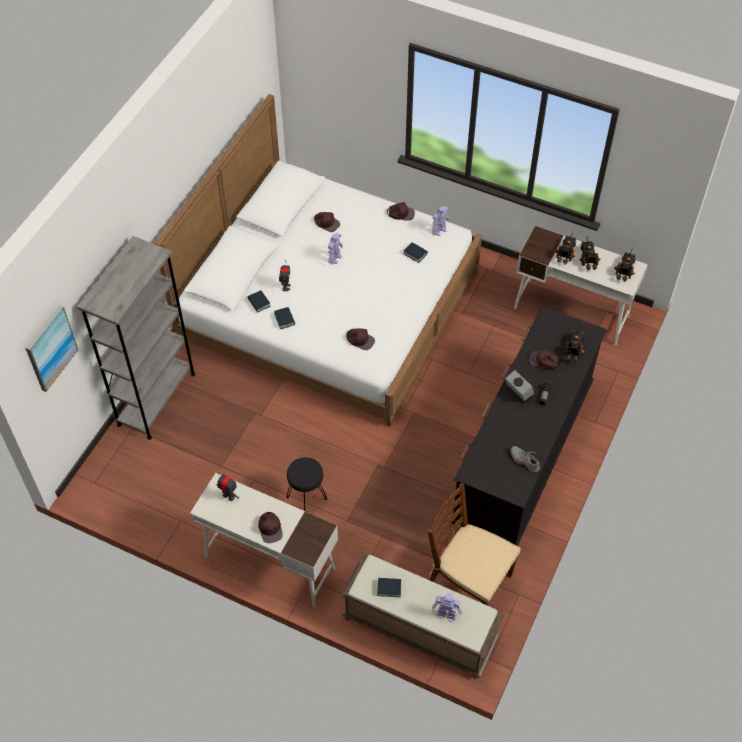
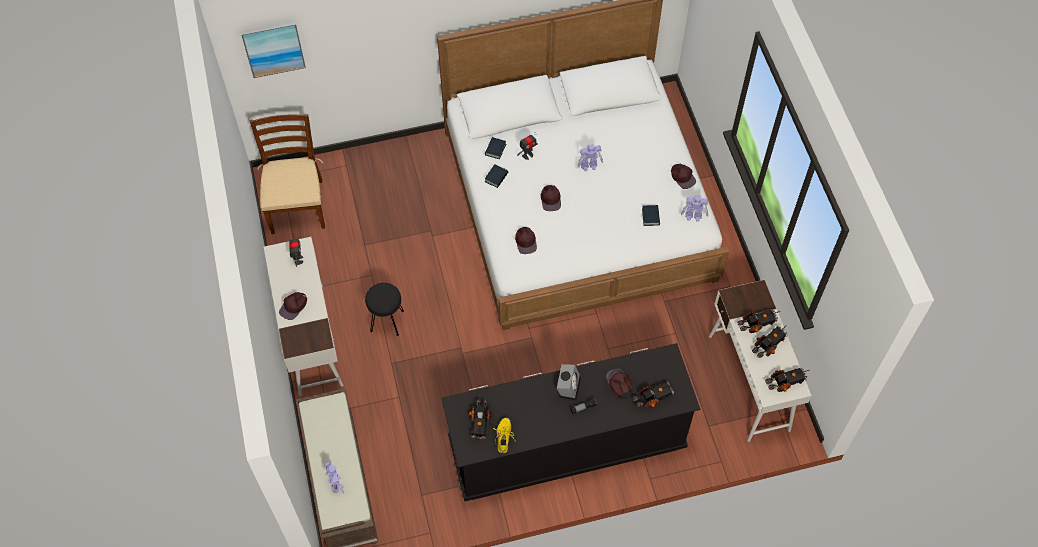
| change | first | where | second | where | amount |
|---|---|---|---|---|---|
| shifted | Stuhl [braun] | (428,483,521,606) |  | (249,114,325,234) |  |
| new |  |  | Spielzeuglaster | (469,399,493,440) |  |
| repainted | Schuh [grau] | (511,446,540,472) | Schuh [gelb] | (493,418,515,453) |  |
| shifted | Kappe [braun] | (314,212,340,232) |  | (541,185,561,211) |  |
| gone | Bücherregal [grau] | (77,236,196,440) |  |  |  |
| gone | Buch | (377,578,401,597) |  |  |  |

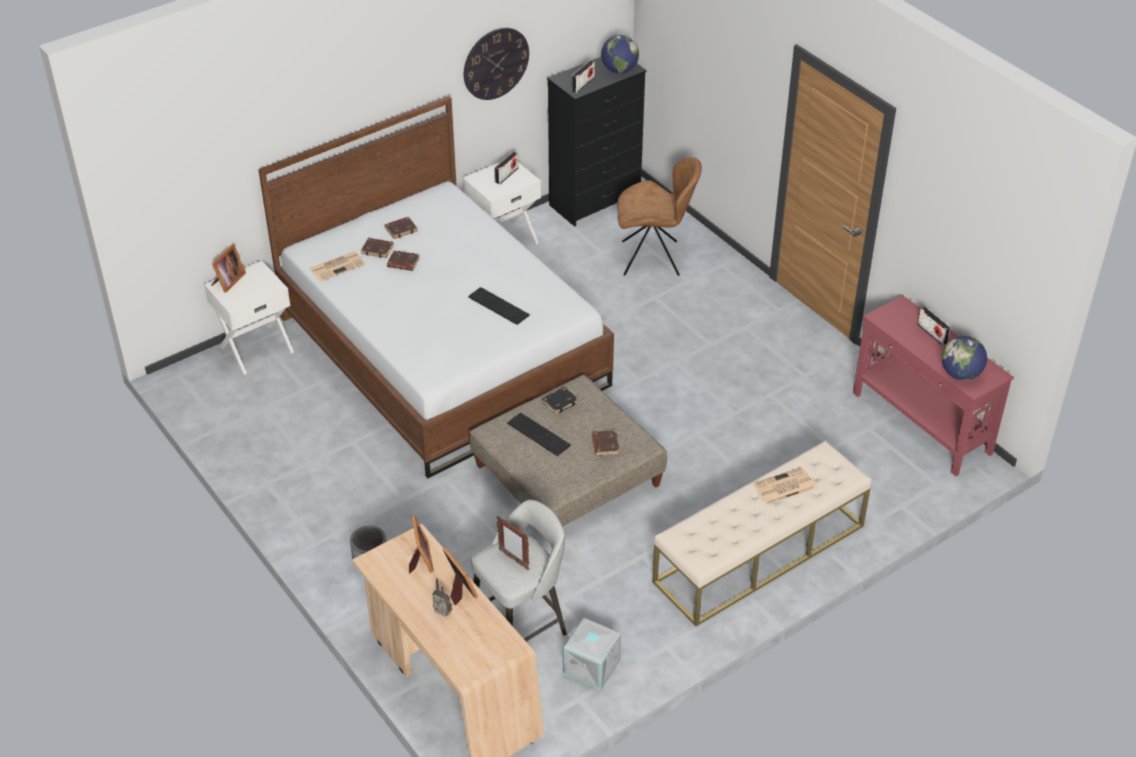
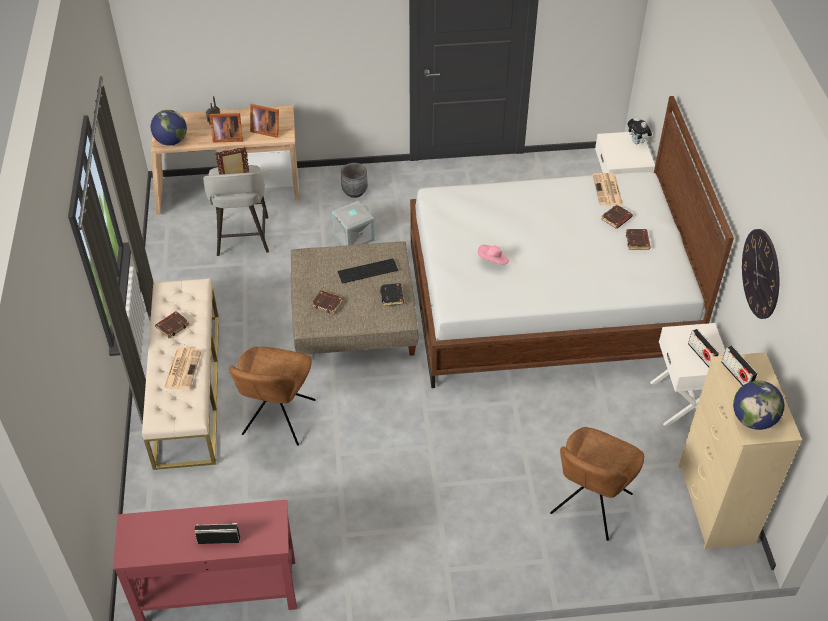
| change | first | where | second | where | amount |
|---|---|---|---|---|---|
| shifted | Globus | (942,336,987,380) |  | (151,110,187,145) |  |
| shifted | Buch [braun] | (387,250,420,271) |  | (155,311,190,339) |  |
| new |  |  | Stuhl [braun] | (229,347,316,446) |  |
| shifted | Aufbewahrungsbox [grau] | (563,617,621,690) |  | (332,201,375,246) |  |
| swapped | Tastatur | (468,287,530,325) | Hut [rosa] | (478,245,509,264) |  |
| swapped | Bilderrahmen | (211,244,246,292) | Plüschtier | (627,116,652,144) |  |
| repainted | Kommode [schwarz] | (547,57,647,227) | Kommode [beige] | (678,352,802,549) |  |

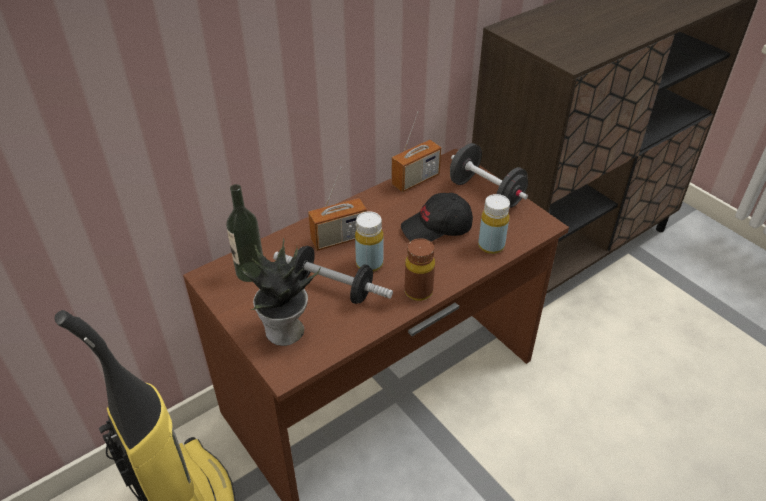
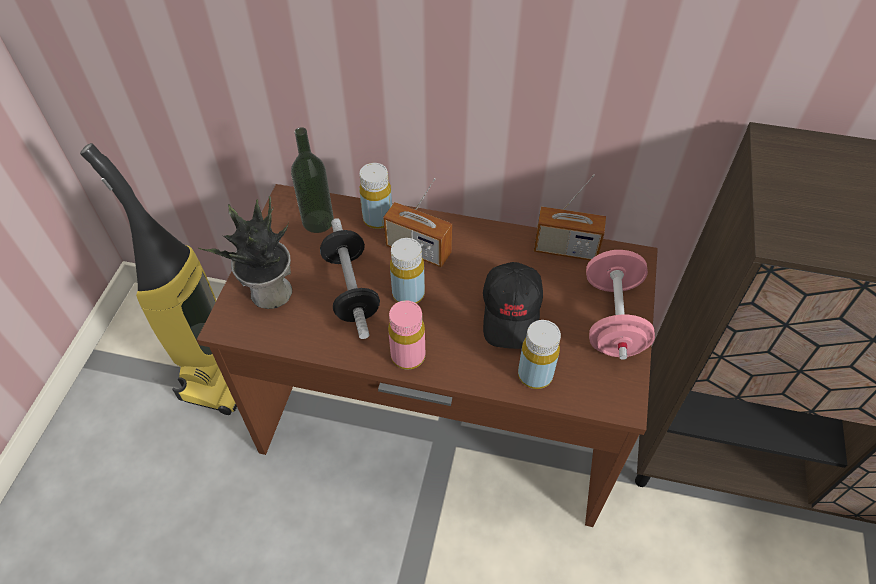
| change | first | where | second | where | amount |
|---|---|---|---|---|---|
| new |  |  | Flasche [gelb] | (359,163,392,229) |  |
| repainted | Flasche [braun] | (405,238,435,301) | Flasche [rosa] | (388,301,425,369) |  |
| rotated | Kappe [schwarz] | (401,193,473,242) |  | (483,262,543,349) | 120 degrees counterclockwise |
| repainted | Hantel [schwarz] | (450,143,528,209) | Hantel [rosa] | (586,250,655,360) |  |

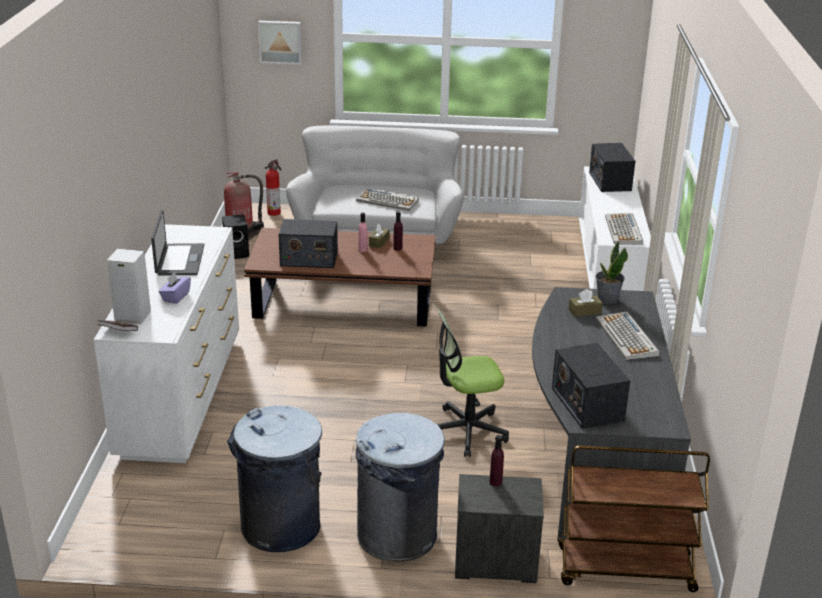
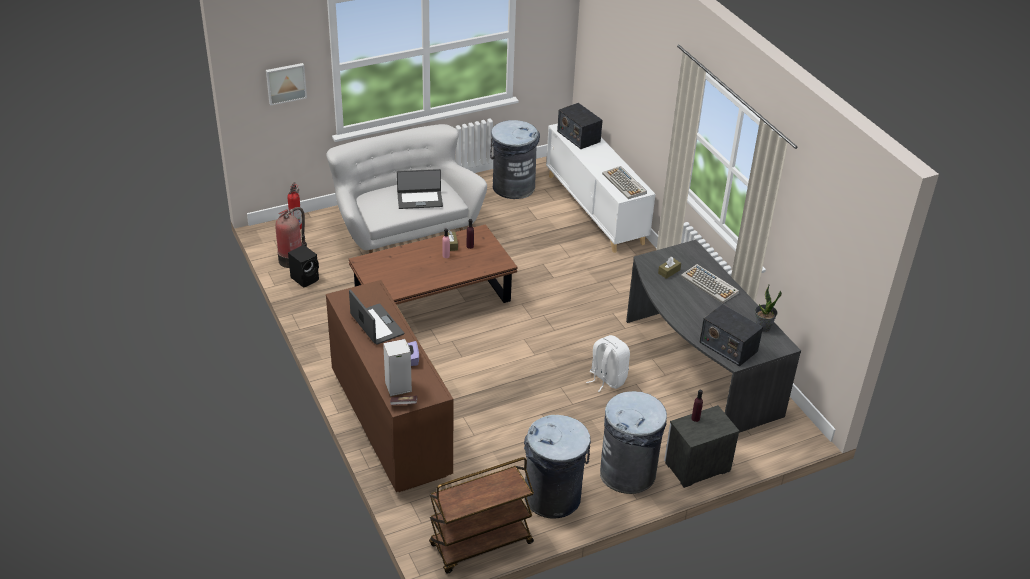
| change | first | where | second | where | amount |
|---|---|---|---|---|---|
| repainted | Kommode [weiß] | (94,224,239,463) | Kommode [braun] | (326,280,453,492) |  |
| swapped | Tastatur | (356,188,419,211) | Laptop | (397,169,443,209) |  |
| shifted | Rollwagen [braun] | (559,445,710,592) |  | (429,457,534,573) |  |
| new |  |  | Mülleimer [grau] | (490,120,540,199) |  |
| swapped | Bürostuhl | (437,310,509,457) | Rucksack [weiß] | (586,335,630,392) |  |
| shifted | Topfpflanze | (596,240,628,305) |  | (755,285,782,332) |  |
| gone | Radio | (278,219,338,268) |  |  |  |

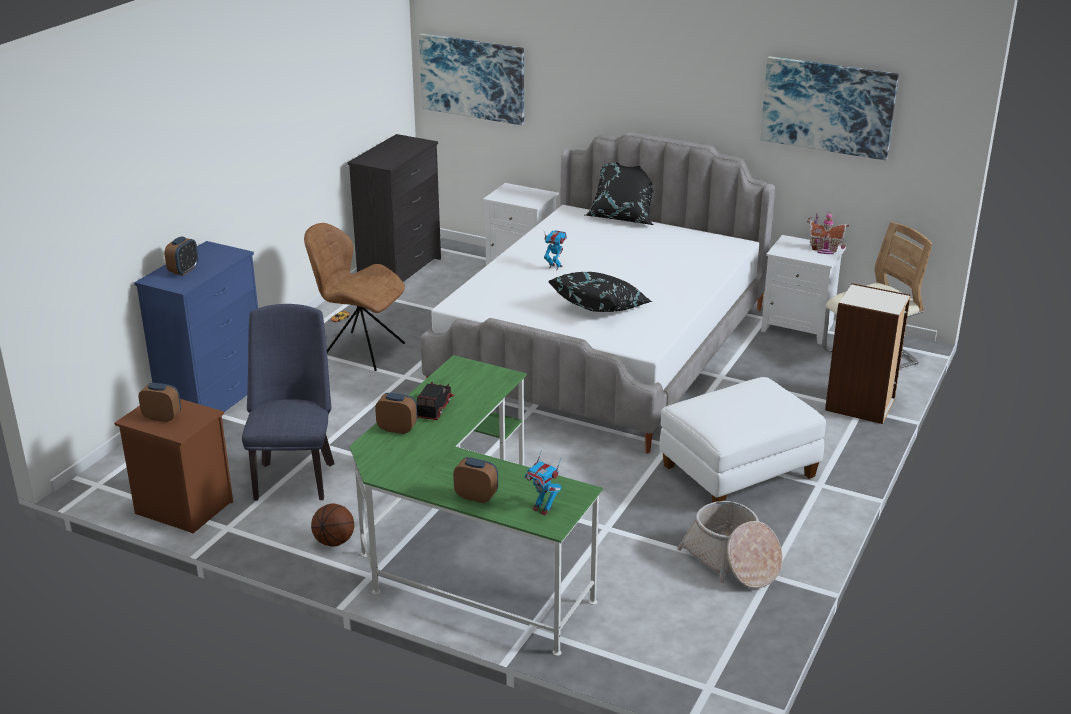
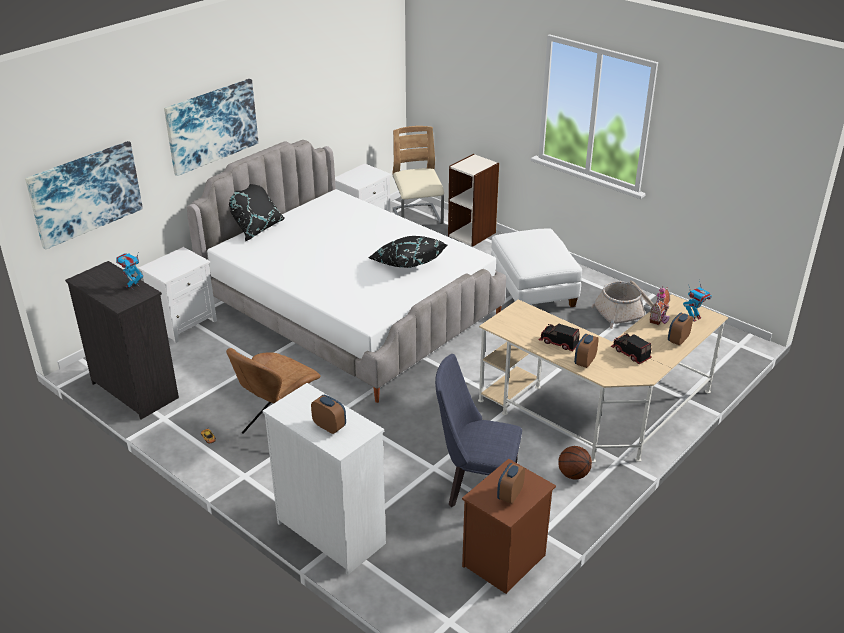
| change | first | where | second | where | amount |
|---|---|---|---|---|---|
| shifted | Spielzeugroboter | (544,230,567,270) |  | (116,253,143,289) |  |
| shifted | Bild | (760,56,899,161) |  | (164,79,259,176) |  |
| repainted | Kommode [blau] | (134,241,258,412) | Kommode [weiß] | (262,383,386,575) |  |
| repainted | Schreibtisch [grün] | (350,355,603,656) | Schreibtisch [beige] | (478,294,728,463) |  |
| new |  |  | Spielzeuglaster | (611,333,652,364) |  |
| shifted | Spielzeughaus | (807,211,849,254) |  | (649,286,670,325) |  |

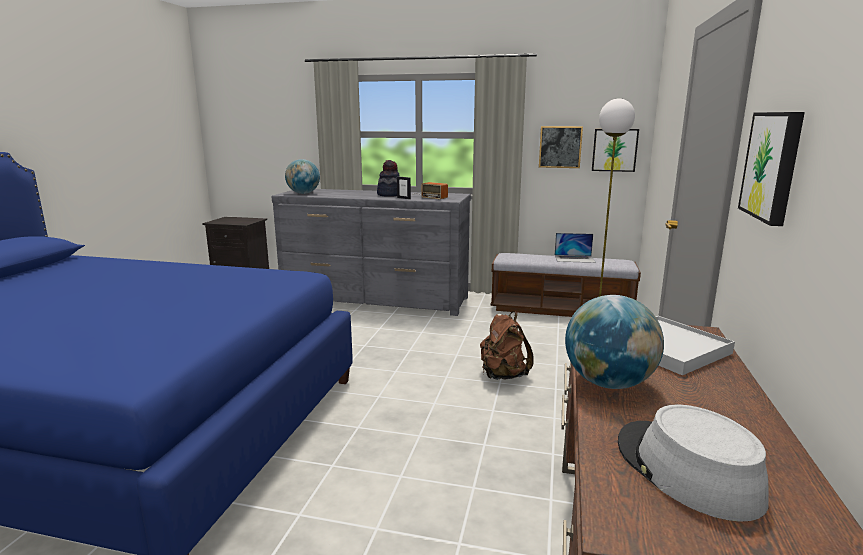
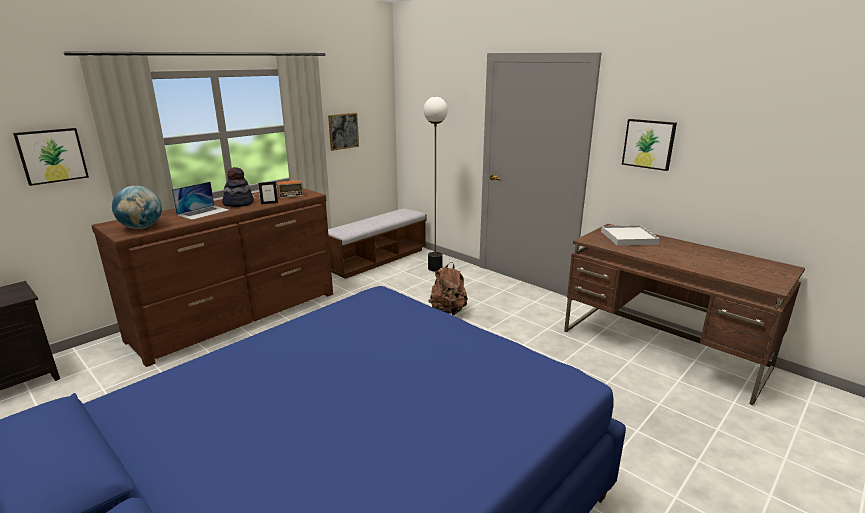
| change | first | where | second | where | amount |
|---|---|---|---|---|---|
| shifted | Bild | (592,129,639,172) |  | (13,128,89,186) |  |
| repainted | Kommode [grau] | (272,189,471,316) | Kommode [braun] | (92,188,333,367) |  |
| shifted | Laptop | (554,233,596,263) |  | (172,182,229,220) |  |
| gone | Globus | (565,295,664,389) |  |  |  |
| gone | Hut [grau] | (618,404,768,522) |  |  |  |

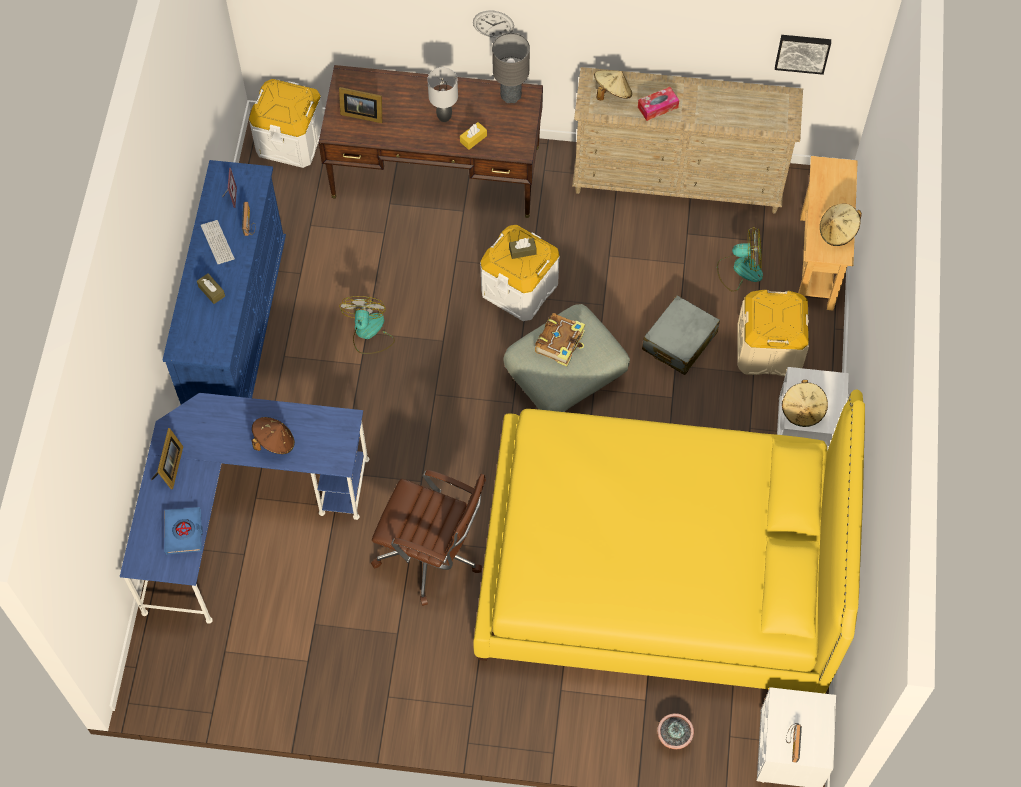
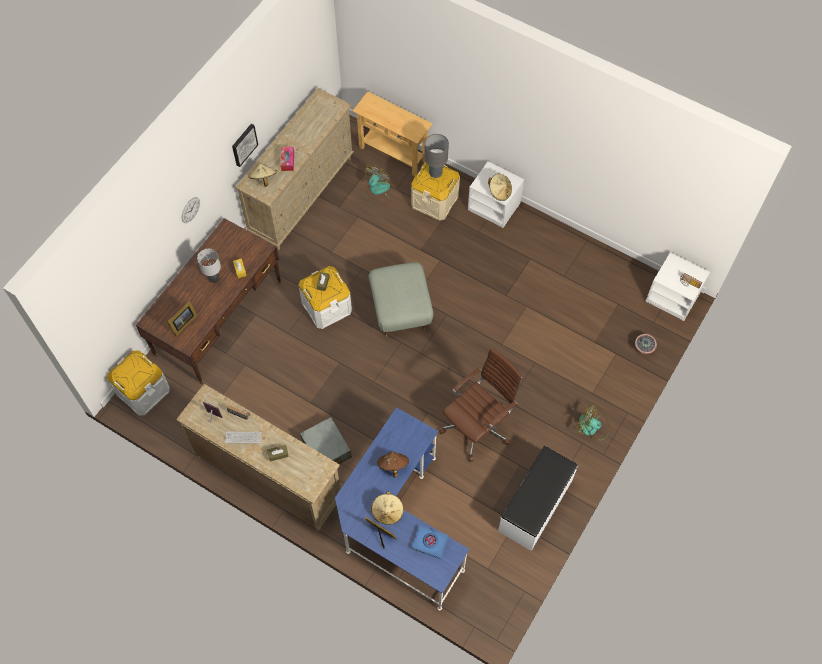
| change | first | where | second | where | amount |
|---|---|---|---|---|---|
| repainted | Kommode [blau] | (163,160,286,404) | Kommode [beige] | (176,384,341,531) |  |
| shifted | Bild | (775,35,831,75) |  | (232,124,258,167) |  |
| shifted | Koffer [grau] | (642,295,720,375) |  | (300,417,352,464) |  |
| shifted | Hut [beige] | (820,204,862,246) |  | (371,492,404,525) |  |
| shifted | Tischlampe [grau] | (492,33,530,103) |  | (424,134,449,178) |  |
| new |  |  | Bank [weiß] | (498,446,578,551) |  |
| shifted | Ventilator | (339,296,395,354) |  | (577,405,609,440) |  |
| gone | Bett [gelb] | (473,390,865,694) |  |  |  |
| gone | Buch | (535,313,585,366) |  |  |  |

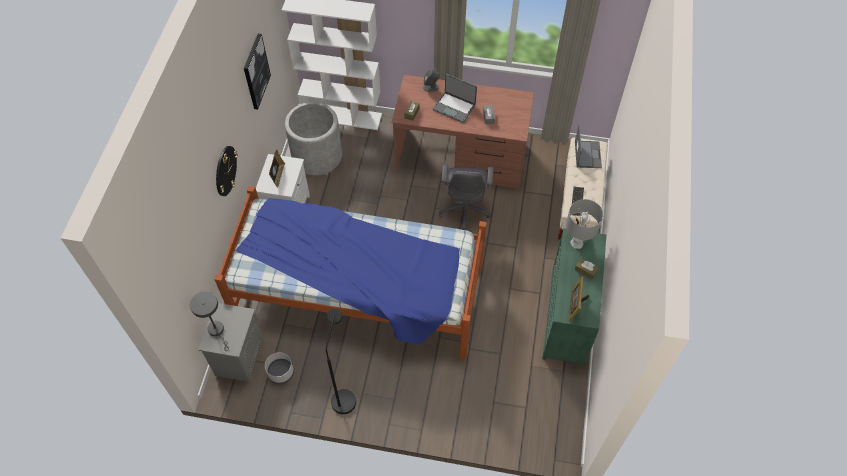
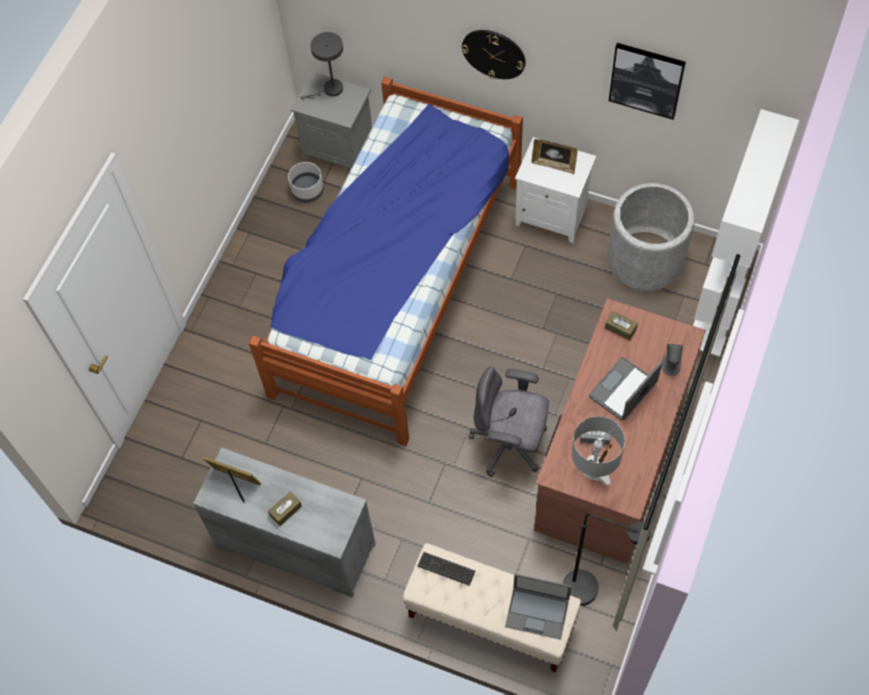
| change | first | where | second | where | amount |
|---|---|---|---|---|---|
| repainted | Kommode [grün] | (542,228,606,366) | Kommode [grau] | (193,447,376,598) |  |
| shifted | Stehlampe [schwarz] | (326,308,356,414) |  | (563,514,650,606) |  |
| shifted | Tischlampe [grau] | (566,199,603,249) |  | (572,416,625,485) |  |

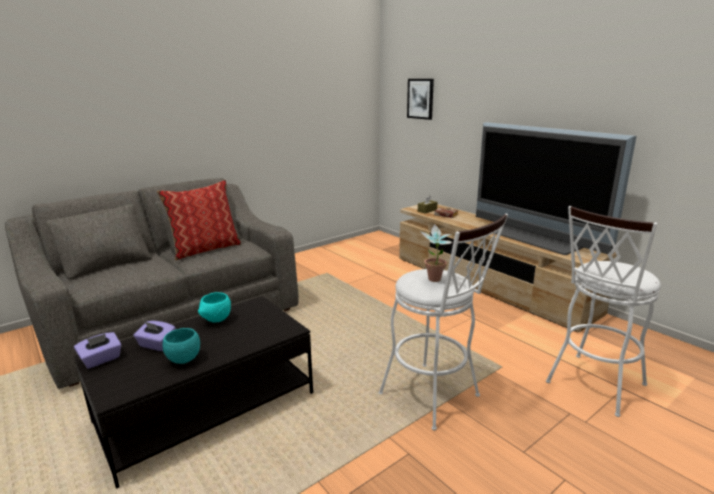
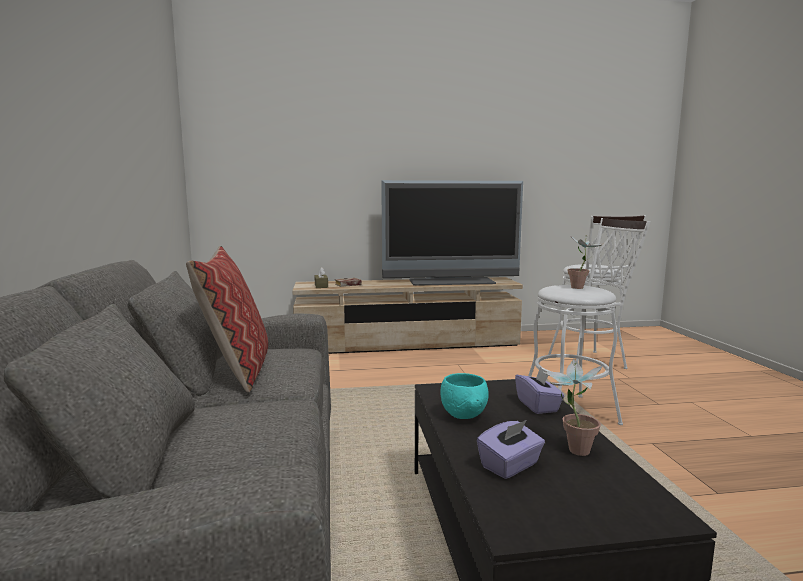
| change | first | where | second | where | amount |
|---|---|---|---|---|---|
| shifted | Taschentuchbox [lila] | (74,332,122,369) |  | (515,367,564,414) |  |
| swapped | Schüssel [türkis] | (163,328,200,364) | Topfpflanze | (542,359,604,456) |  |
| gone | Bild | (407,79,434,120) |  |  |  |

